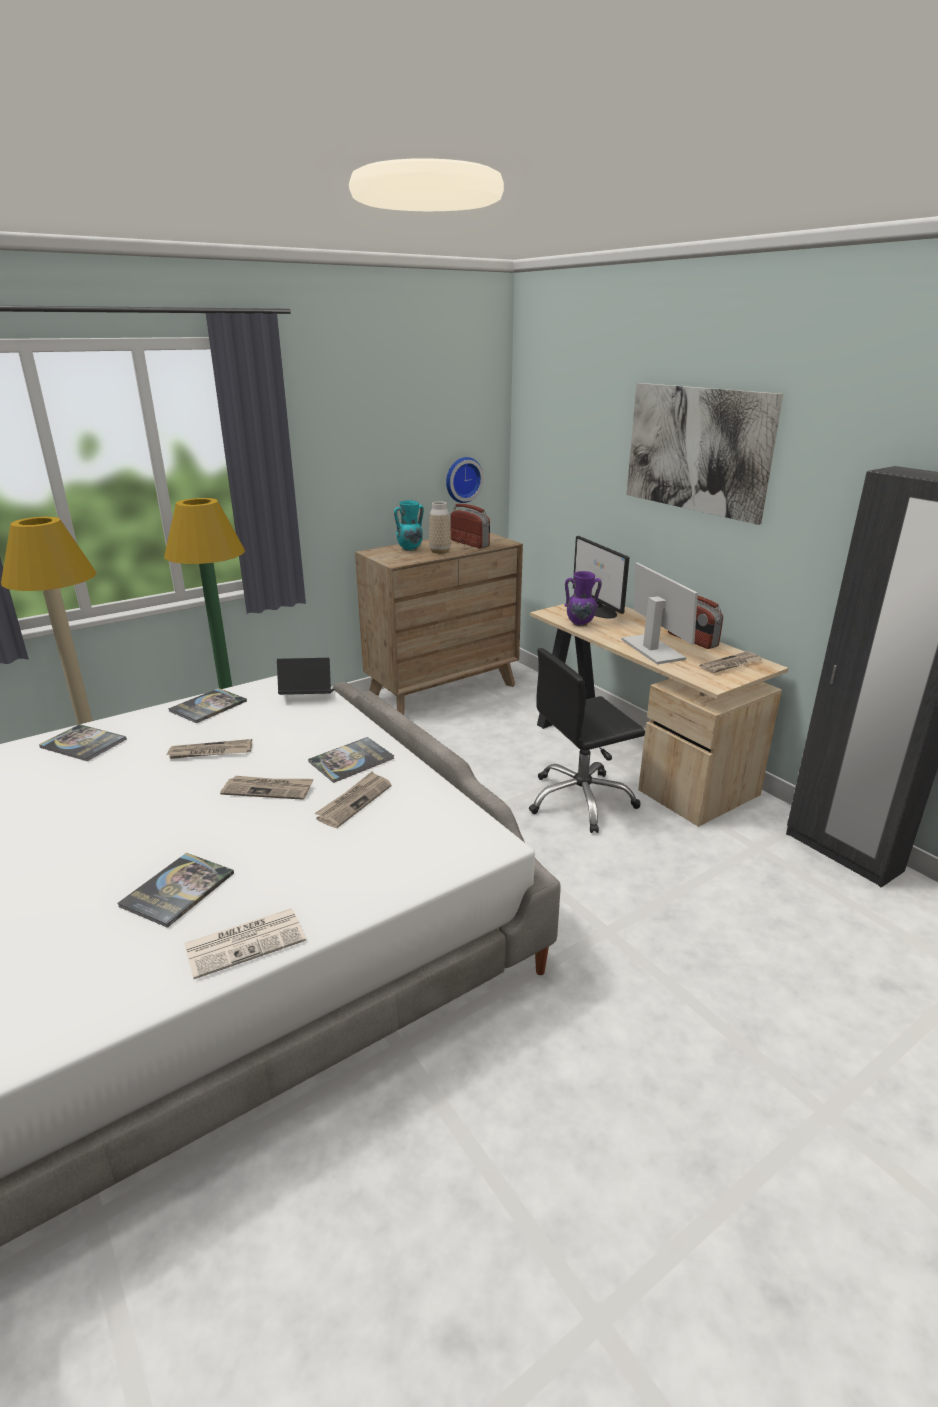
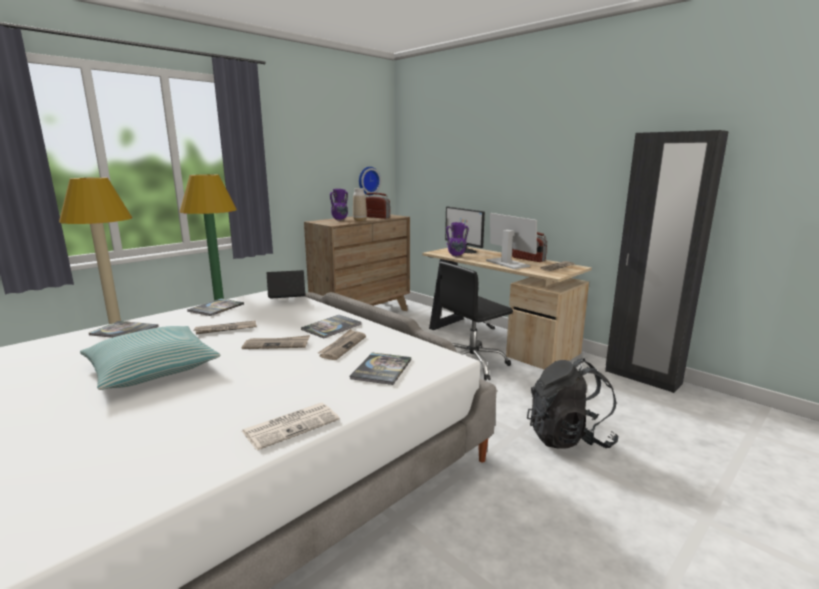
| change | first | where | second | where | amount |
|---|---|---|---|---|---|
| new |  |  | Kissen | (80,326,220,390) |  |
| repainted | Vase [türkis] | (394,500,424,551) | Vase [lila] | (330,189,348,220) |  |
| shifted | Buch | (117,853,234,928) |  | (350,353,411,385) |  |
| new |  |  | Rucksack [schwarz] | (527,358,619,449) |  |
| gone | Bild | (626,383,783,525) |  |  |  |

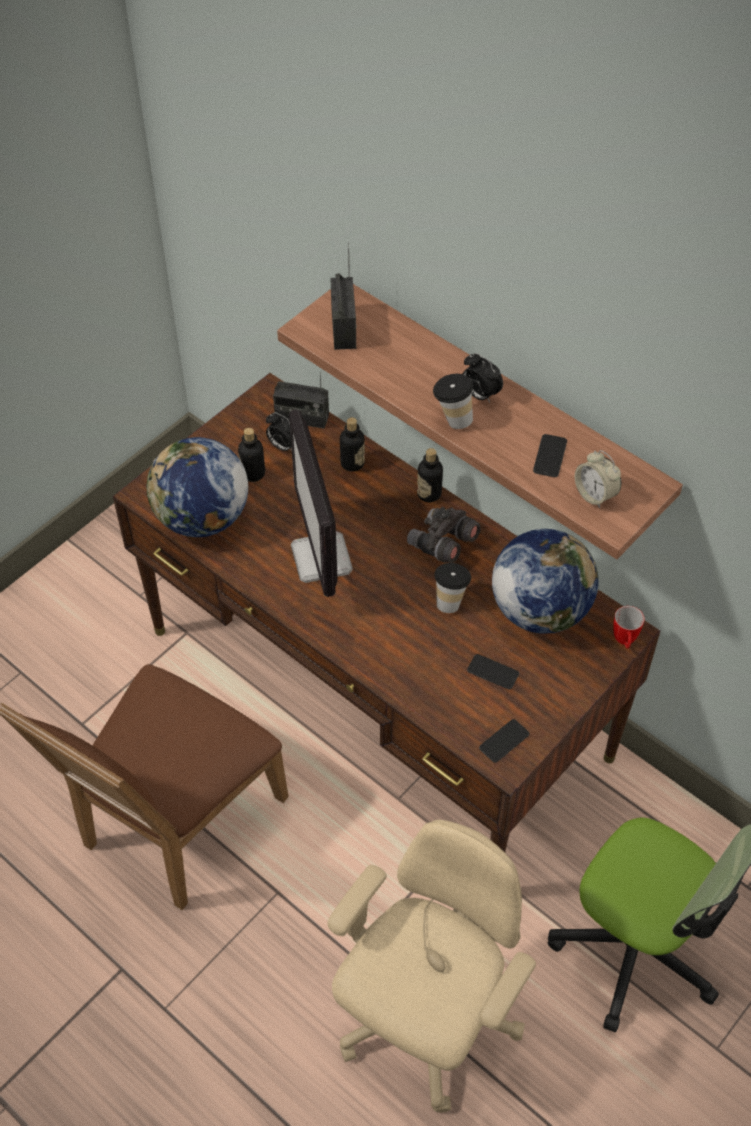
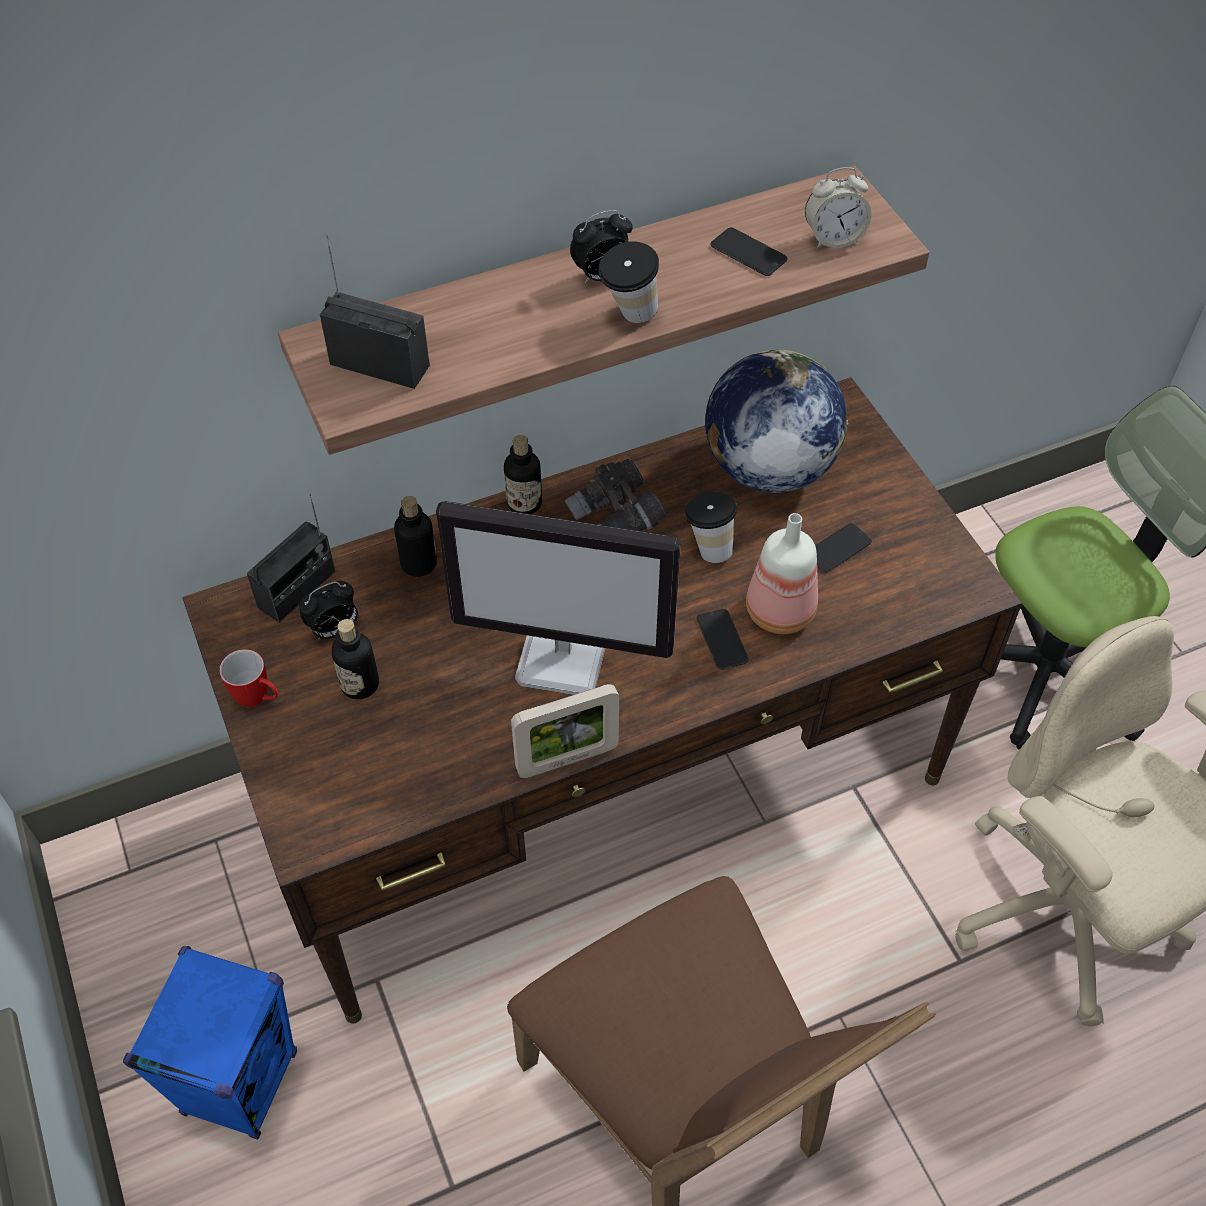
| change | first | where | second | where | amount |
|---|---|---|---|---|---|
| new |  |  | Lautsprecher [blau] | (123,946,297,1139) |  |
| shifted | Henkelbecher | (613,606,644,649) |  | (219,649,278,707) |  |
| new |  |  | Bilderrahmen | (511,684,619,778) |  |
| shifted | Handy | (479,719,529,763) |  | (697,609,749,670) |  |
| new |  |  | Flasche | (746,513,818,634) |  |
| gone | Globus | (147,437,248,537) |  |  |  |

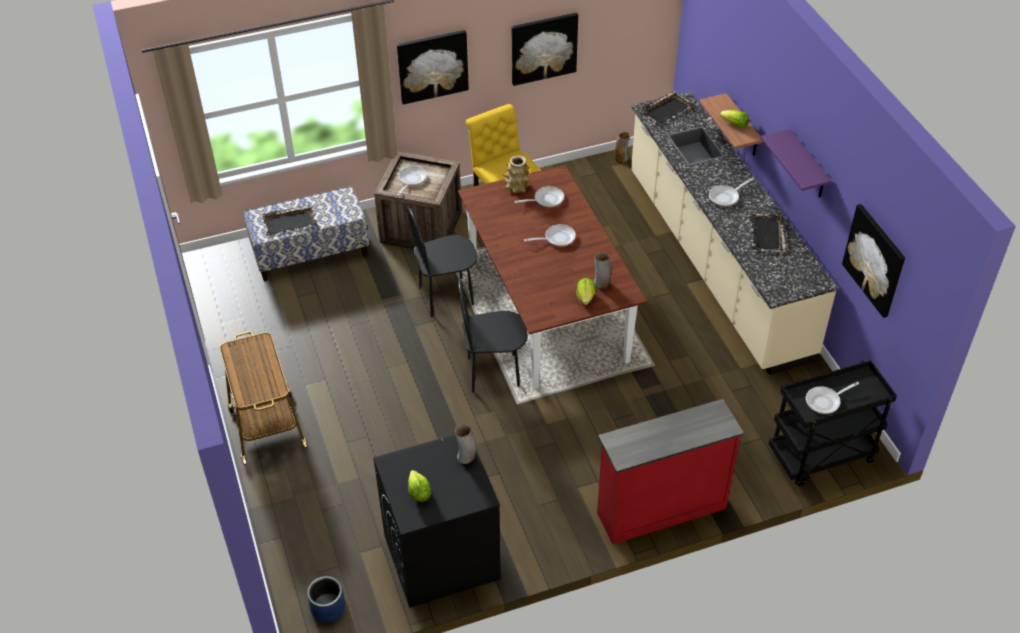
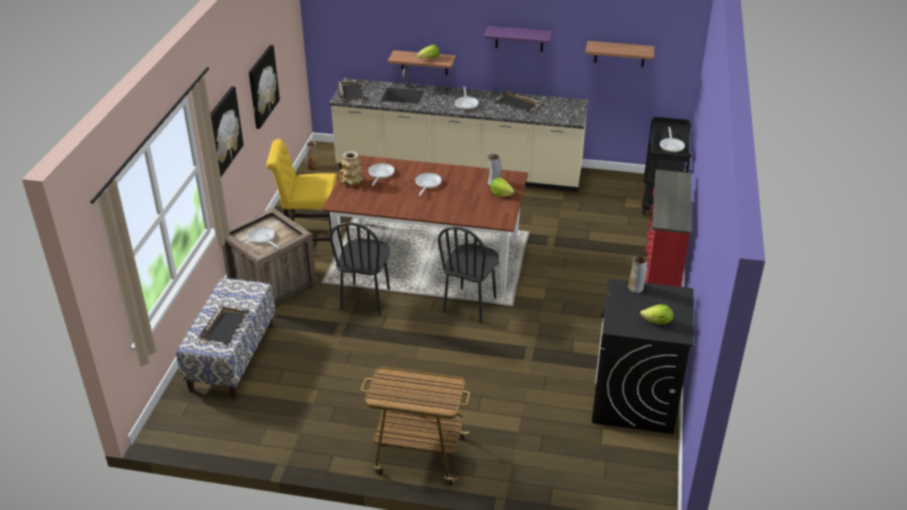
| change | first | where | second | where | amount |
|---|---|---|---|---|---|
| swapped | Bild | (842,204,905,318) | Wandregal | (585,41,655,67) |  |
| gone | Pflanzkübel [blau] | (307,576,346,622) |  |  |  |

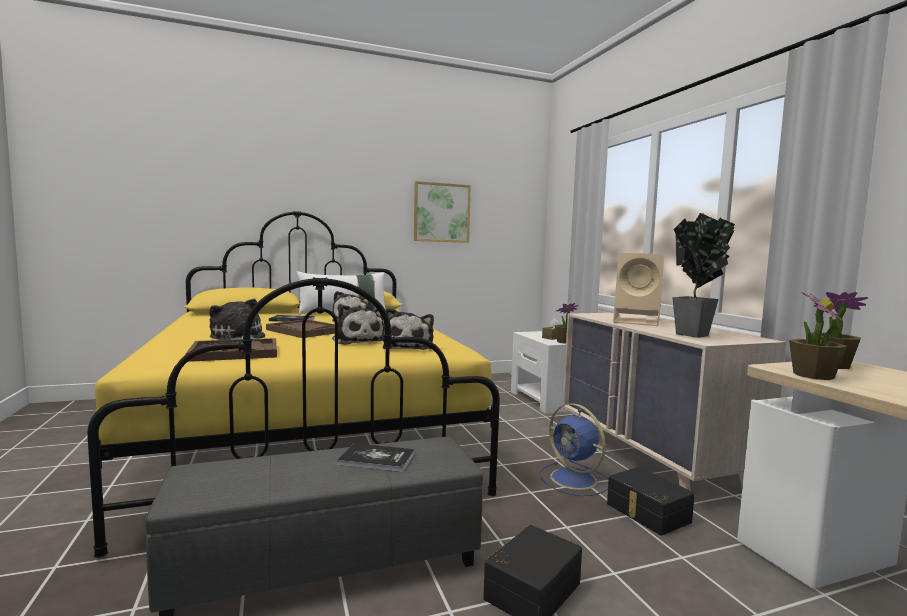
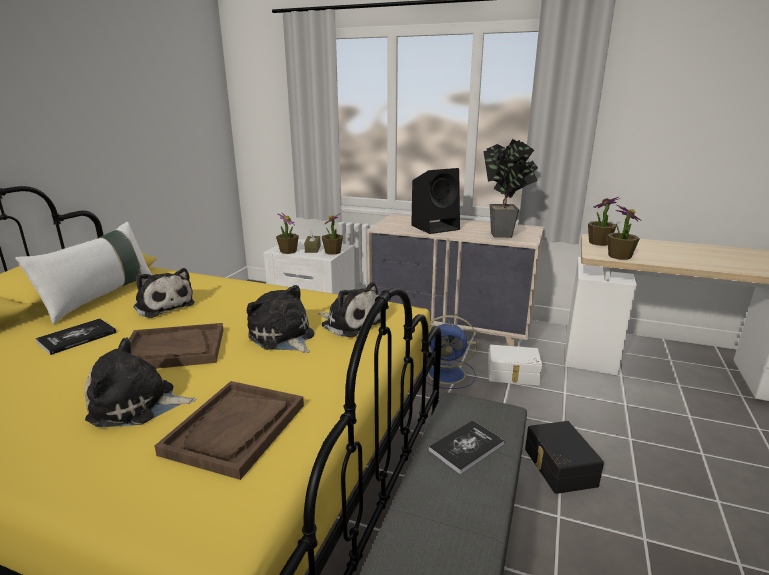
| change | first | where | second | where | amount |
|---|---|---|---|---|---|
| rotated | Plüschtier | (332,305,384,345) |  | (247,285,314,353) | 135 degrees counterclockwise |
| new |  |  | Topfpflanze | (276,212,299,254) |  |
| repainted | Lautsprecher [beige] | (613,253,664,326) | Lautsprecher [schwarz] | (411,168,460,234) |  |
| repainted | Aufbewahrungsbox [schwarz] | (607,467,695,536) | Aufbewahrungsbox [weiß] | (488,345,543,386) |  |
| gone | Bild | (414,181,471,243) |  |  |  |

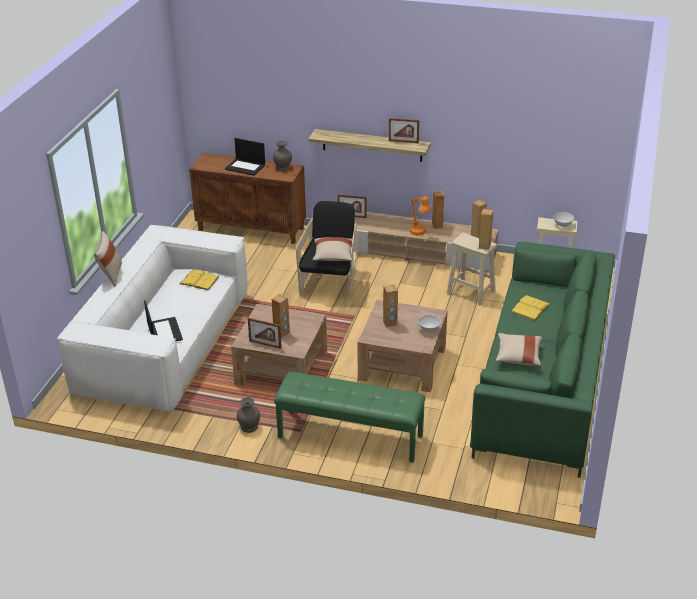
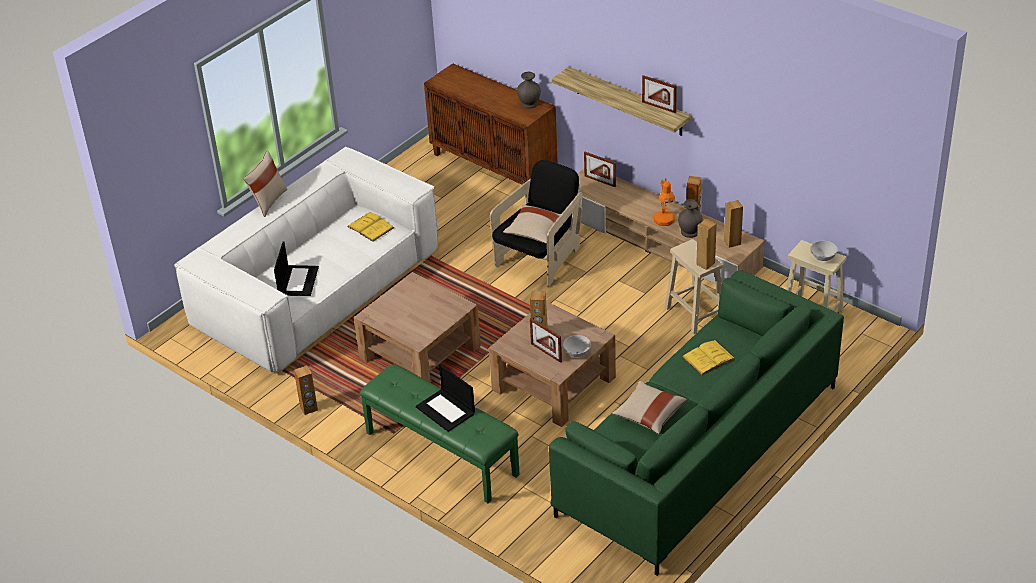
| change | first | where | second | where | amount |
|---|---|---|---|---|---|
| shifted | Lautsprecher [braun] | (272,294,290,338) |  | (294,365,318,415) |  |
| shifted | Laptop | (225,138,265,176) |  | (416,364,475,432) |  |
| shifted | Bilderrahmen | (248,318,282,349) |  | (530,318,562,363) |  |
| shifted | Vase [grau] | (237,397,260,433) |  | (678,200,703,238) |  |

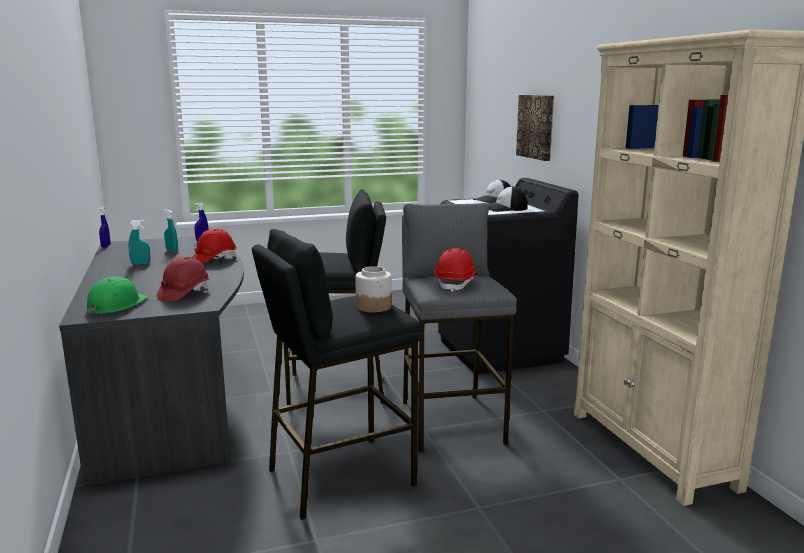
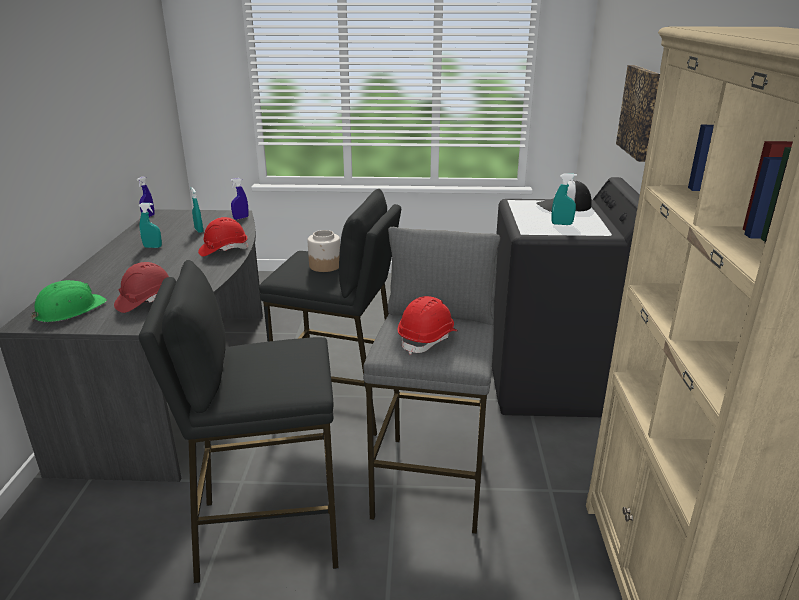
| change | first | where | second | where | amount |
|---|---|---|---|---|---|
| shifted | Vorratsglas | (355,266,392,313) |  | (307,230,340,272) |  |
| swapped | Kappe | (489,186,528,212) | Sprühflasche [türkis] | (551,173,577,225) |  |

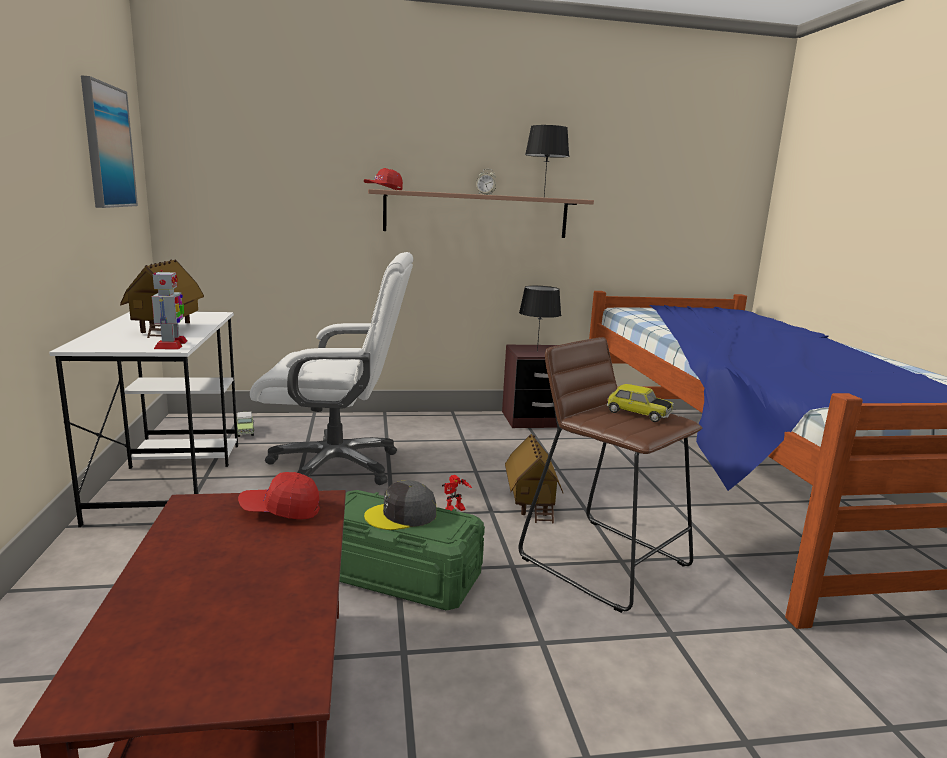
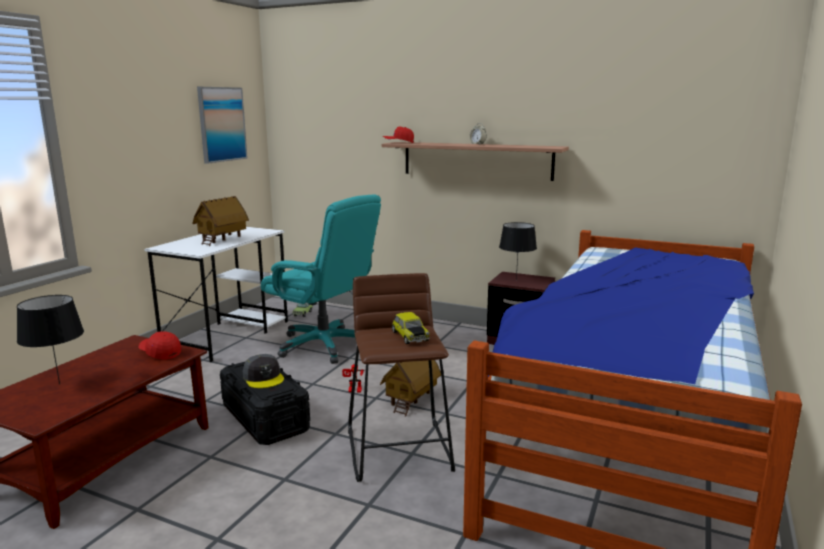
| change | first | where | second | where | amount |
|---|---|---|---|---|---|
| shifted | Tischlampe [schwarz] | (525,125,569,196) |  | (17,295,84,385) |  |
| repainted | Aufbewahrungsbox [grün] | (340,490,485,610) | Aufbewahrungsbox [schwarz] | (220,362,310,445) |  |
| rotated | Kappe [grau] | (364,480,436,530) |  | (243,354,284,388) | 135 degrees counterclockwise |
| repainted | Bürostuhl [weiß] | (250,252,413,485) | Bürostuhl [türkis] | (261,194,381,364) |  |
| gone | Spielzeugroboter | (152,270,187,349) |  |  |  |

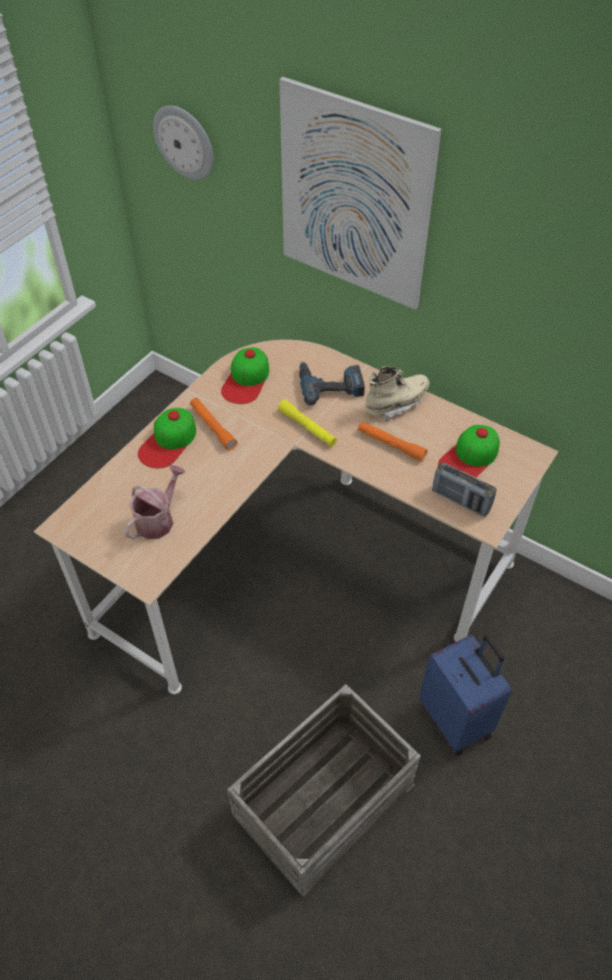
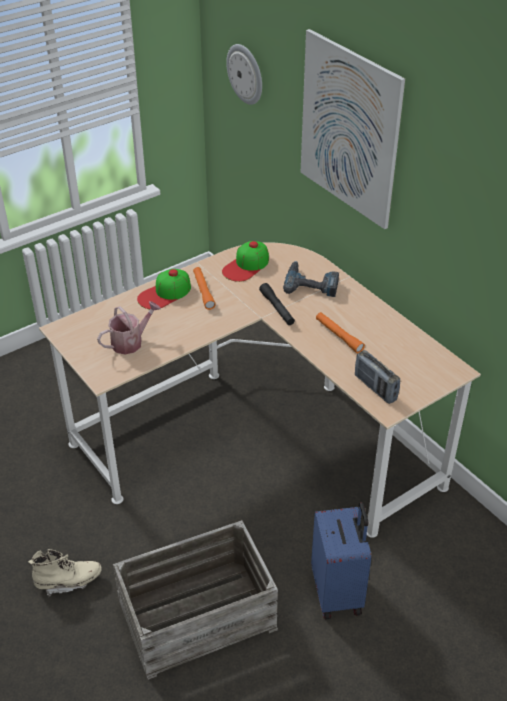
| change | first | where | second | where | amount |
|---|---|---|---|---|---|
| shifted | Stiefel [beige] | (365,366,429,421) |  | (28,549,102,597) |  |
| repainted | Taschenlampe [gelb] | (278,399,337,446) | Taschenlampe [schwarz] | (259,283,295,325) |  |
| gone | Kappe | (438,425,500,478) |  |  |  |

